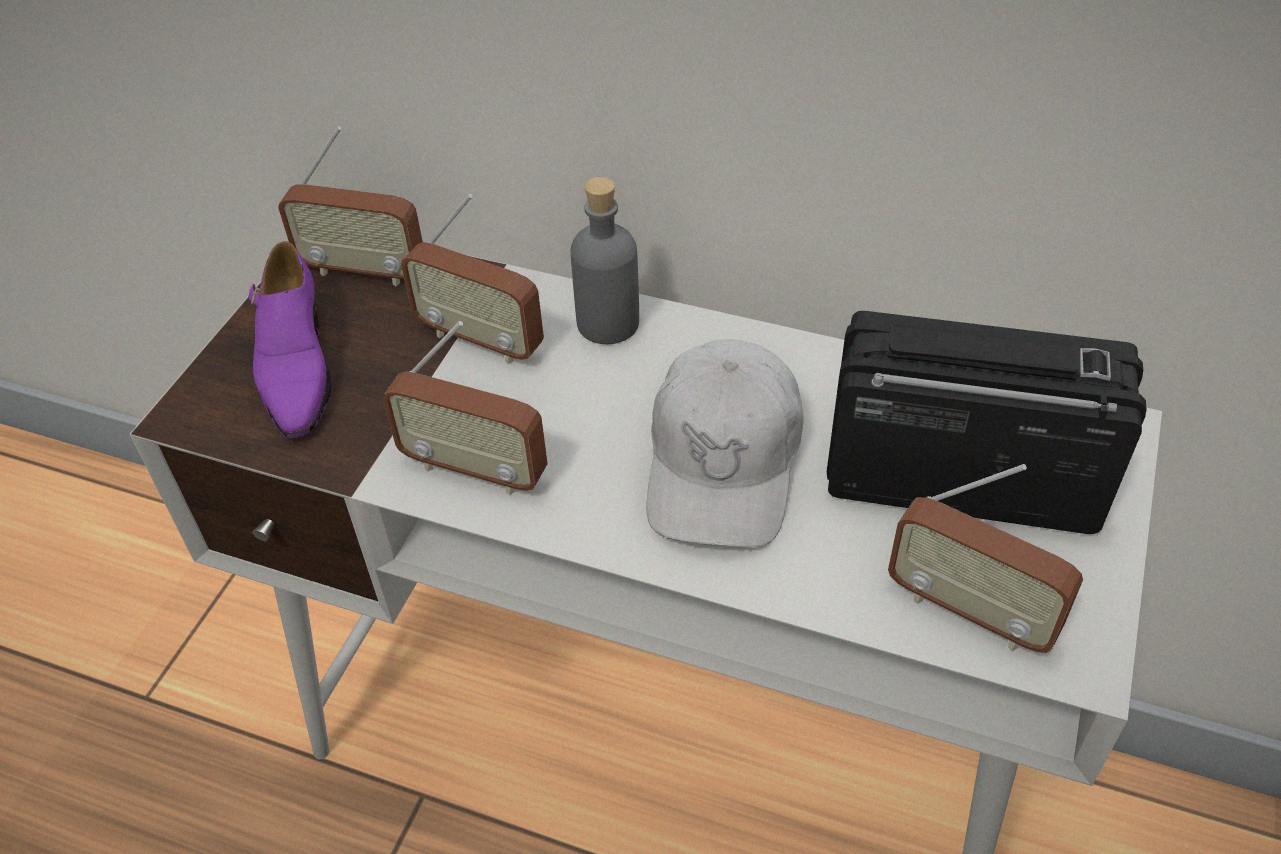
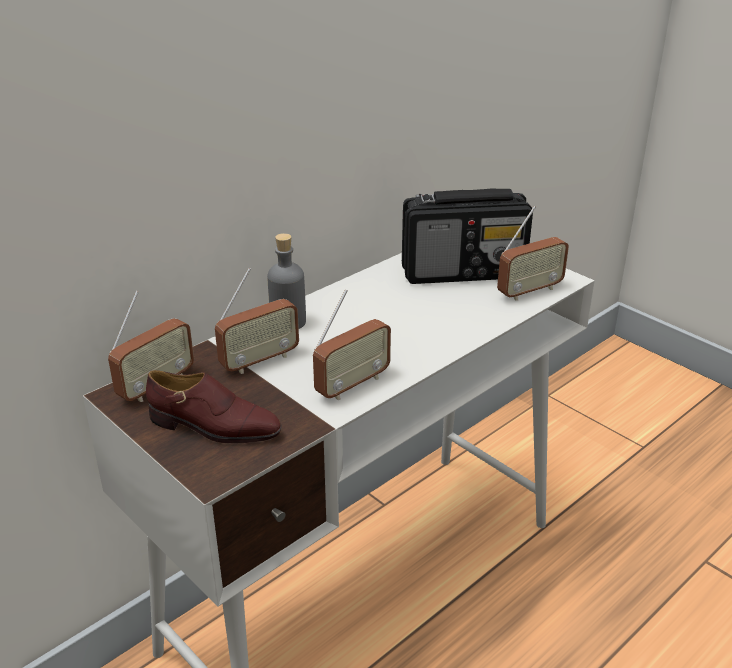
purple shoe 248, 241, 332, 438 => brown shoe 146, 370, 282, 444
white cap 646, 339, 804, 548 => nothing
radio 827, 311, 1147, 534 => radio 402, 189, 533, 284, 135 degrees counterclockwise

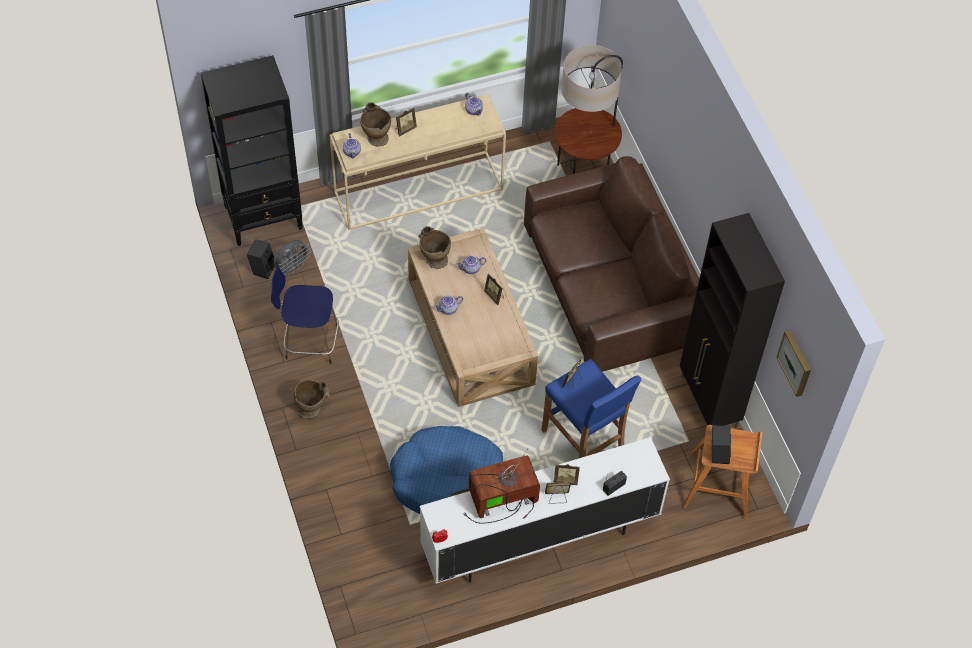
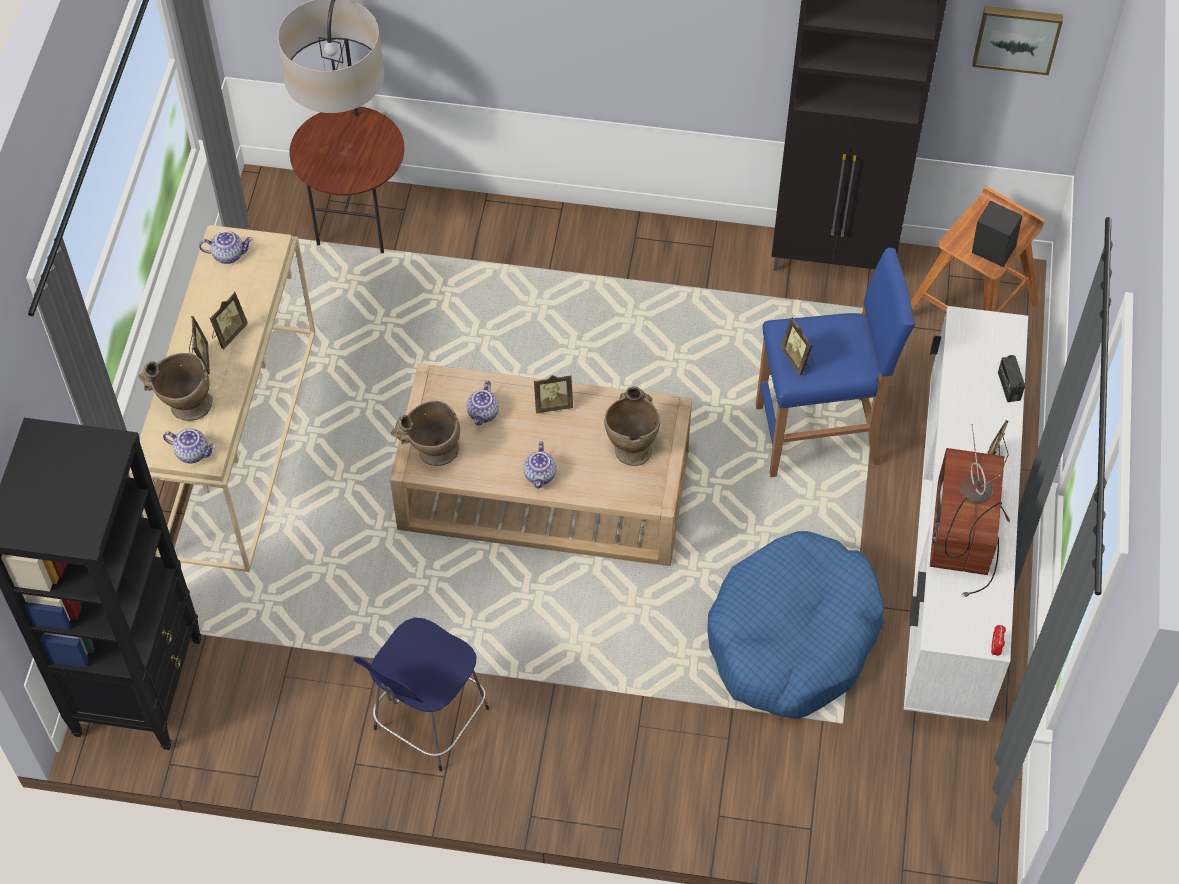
black speaker 247, 239, 275, 279 => nothing
grey fan 274, 240, 311, 276 => nothing
beige vase 294, 380, 332, 419 => beige vase 604, 386, 660, 466, move
brown sofa 524, 156, 699, 372 => nothing
picture frame 554, 464, 580, 485 => picture frame 209, 292, 248, 349, move

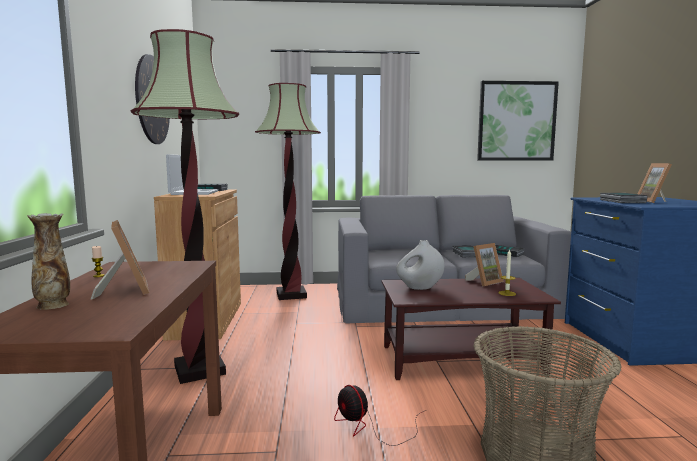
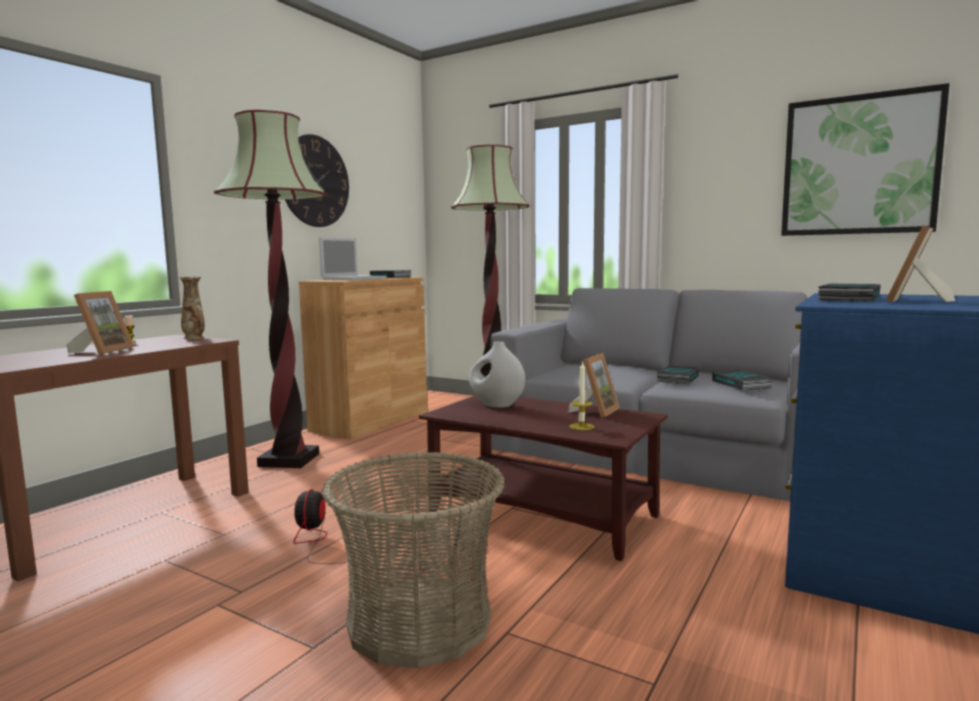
vase 27, 213, 70, 310 => vase 179, 277, 205, 339, move
picture frame 465, 243, 504, 286 => picture frame 568, 353, 620, 418, 60 degrees counterclockwise

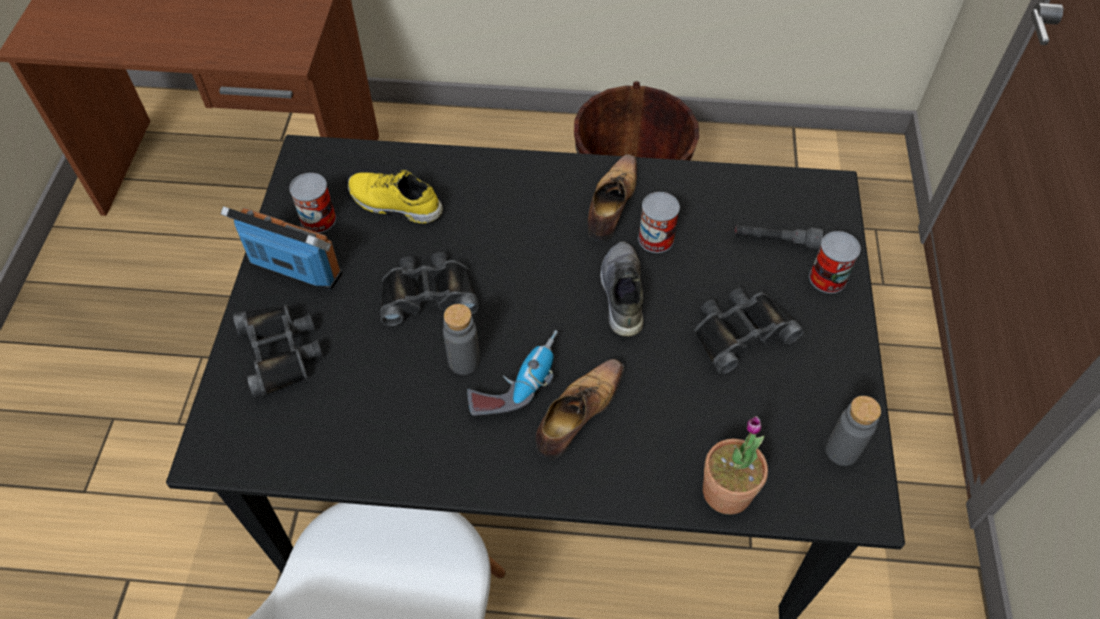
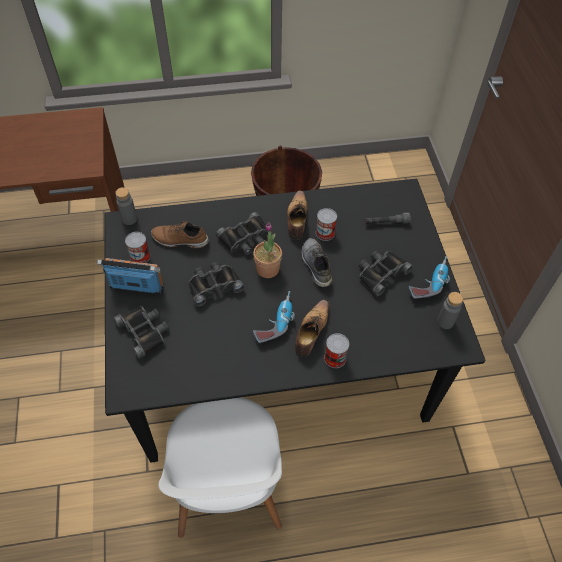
yellow shoe 348, 170, 443, 224 => brown shoe 151, 221, 209, 249
grey bottle 443, 304, 480, 375 => grey bottle 115, 187, 137, 225, move
potted plant 703, 416, 768, 515 => potted plant 253, 222, 282, 278, move
can 809, 231, 861, 293 => can 324, 333, 349, 368, move
nothing => black binoculars 216, 212, 268, 255
nothing => power drill 409, 256, 450, 299

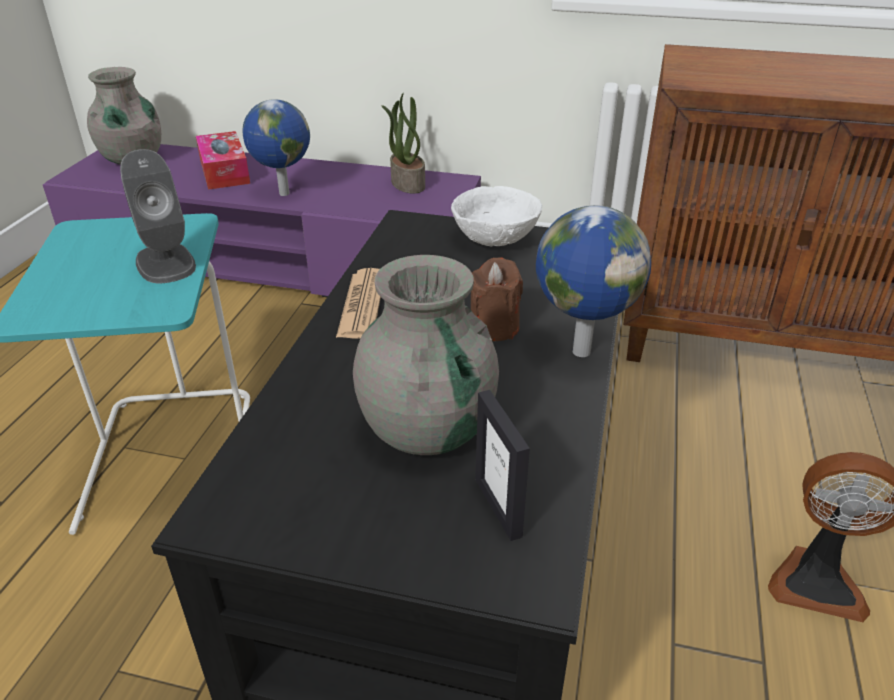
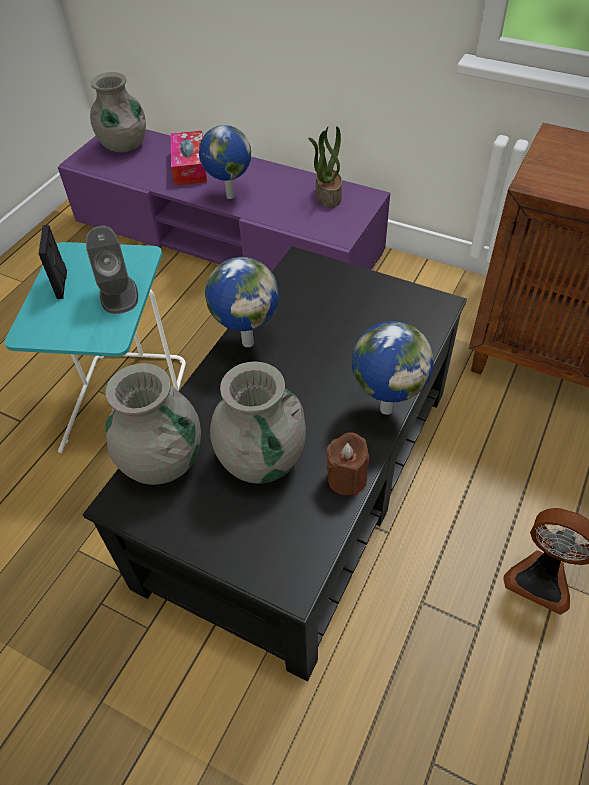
newspaper 336, 268, 381, 339 => globe 205, 257, 279, 347
white bowl 451, 186, 542, 246 => nothing
brown candle 471, 257, 523, 341 => brown candle 327, 432, 370, 495, move
picture frame 475, 390, 530, 541 => picture frame 38, 225, 67, 299, move
nothing => grey vase 106, 363, 201, 485

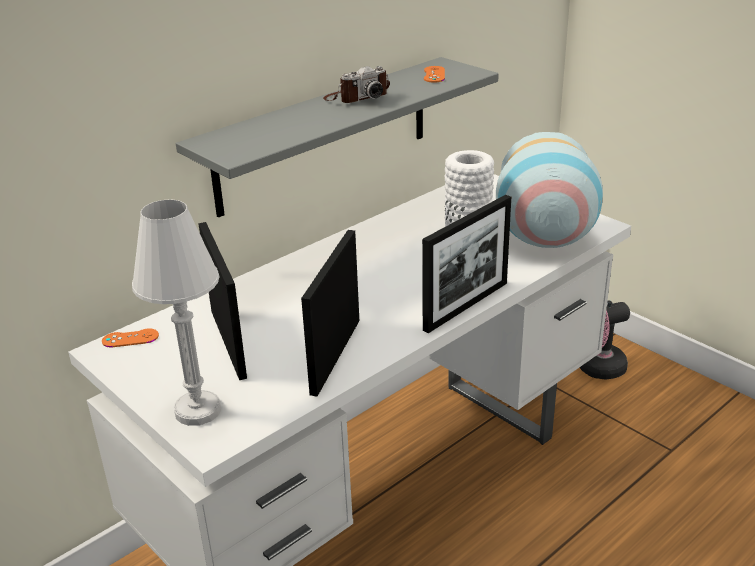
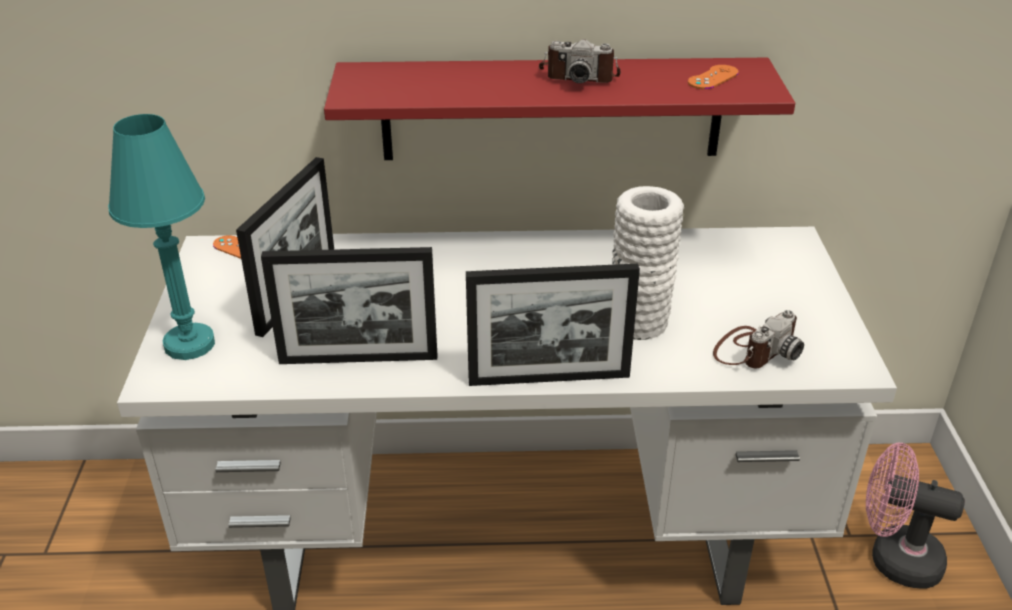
white table lamp 132, 200, 221, 426 => turquoise table lamp 108, 114, 215, 360
grey shelf 176, 57, 499, 218 => red shelf 324, 58, 795, 160
picture frame 301, 230, 359, 397 => picture frame 261, 247, 437, 364, 150 degrees counterclockwise
vase 496, 132, 603, 248 => photo camera 713, 310, 804, 369

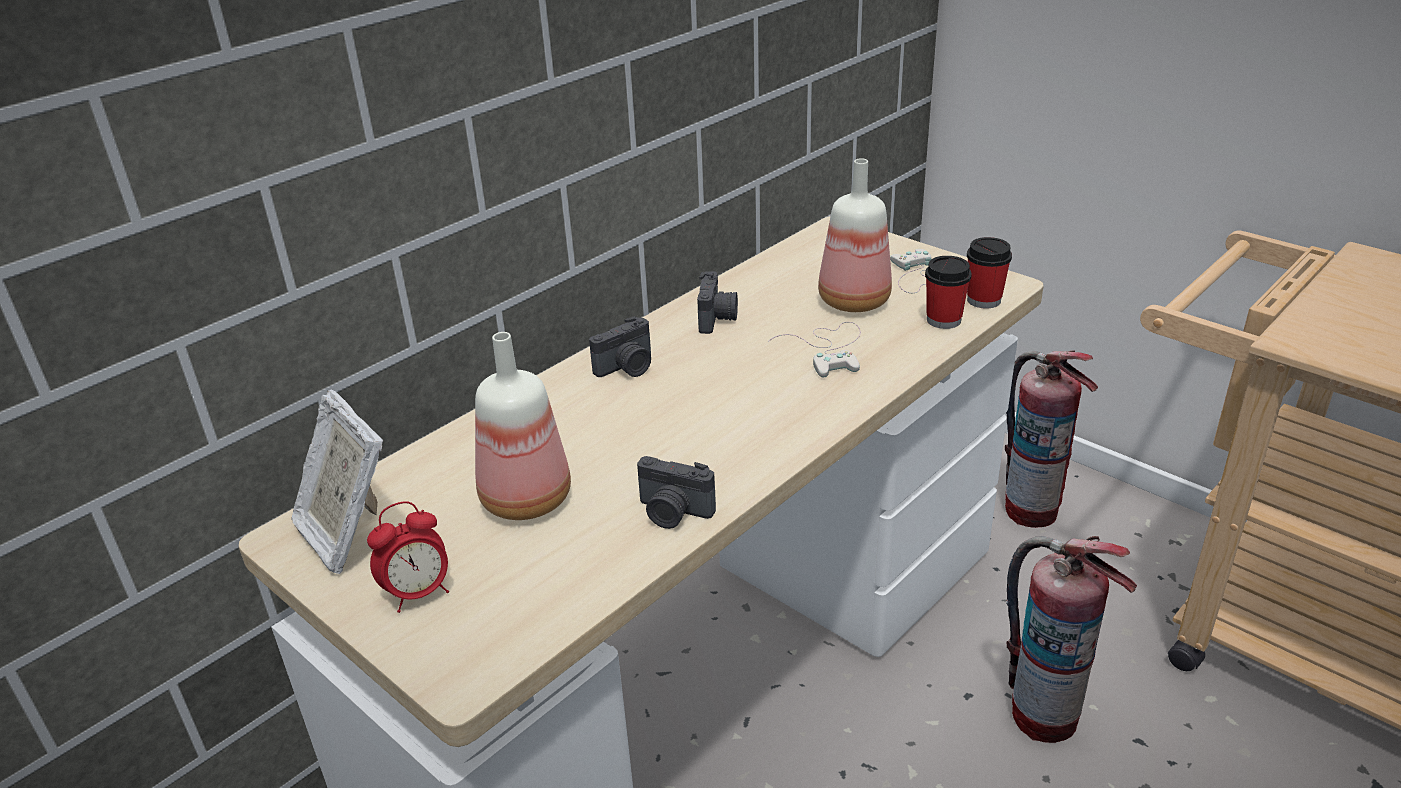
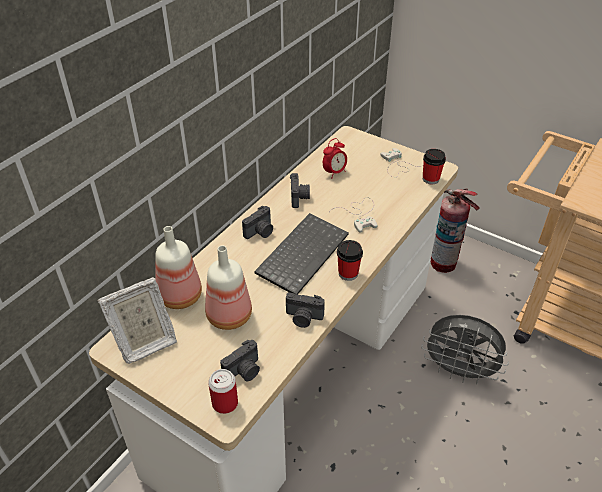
picture frame 291, 390, 383, 574 => picture frame 98, 277, 177, 364, 75 degrees counterclockwise
alarm clock 367, 501, 449, 613 => alarm clock 323, 138, 347, 177, move
bottle 818, 158, 892, 312 => bottle 155, 226, 202, 309, move
cup 925, 256, 972, 329 => cup 337, 240, 363, 281, move
fire extinguisher 1006, 536, 1137, 743 => grey fan 421, 315, 509, 385
nothing => can 208, 369, 238, 414
nothing => photo camera 220, 340, 260, 381
nothing => keyboard 254, 213, 349, 295

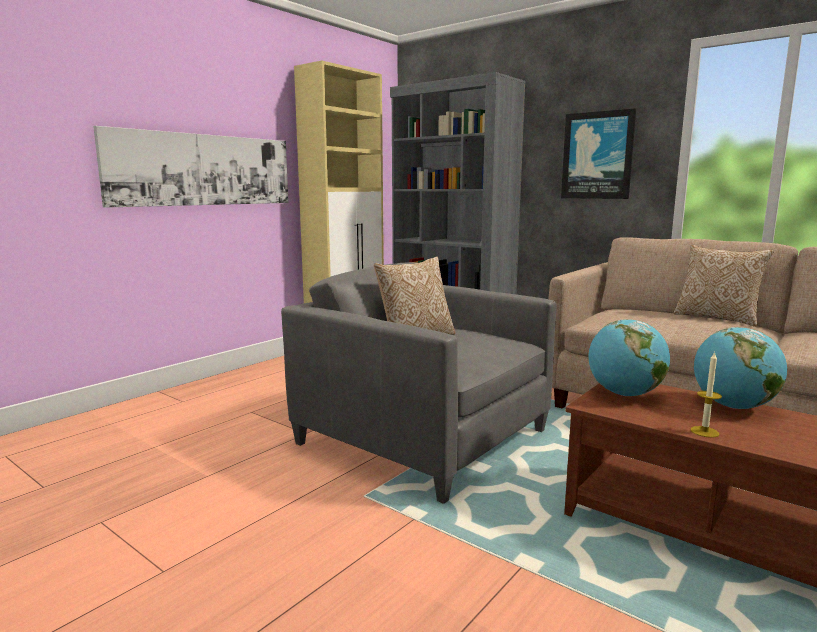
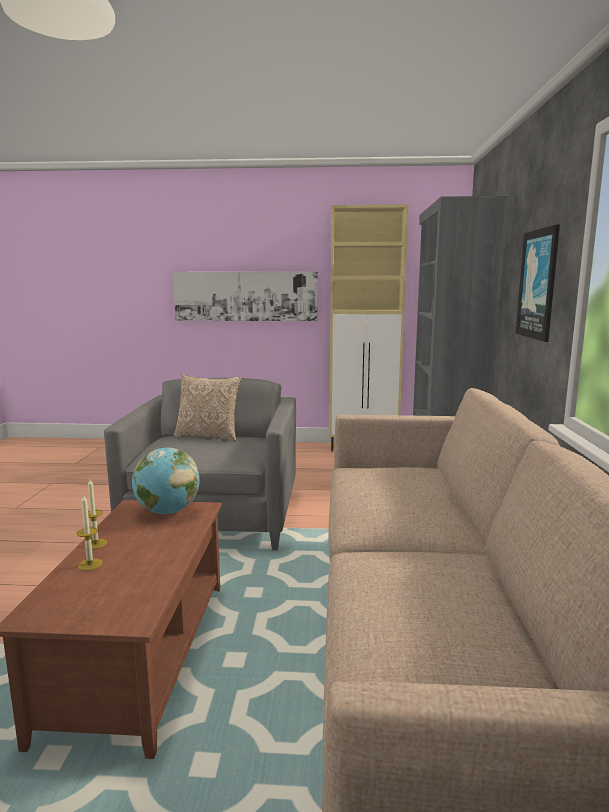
pillow 673, 245, 774, 327 => nothing
globe 694, 327, 787, 409 => nothing
nothing => candle 77, 494, 102, 571

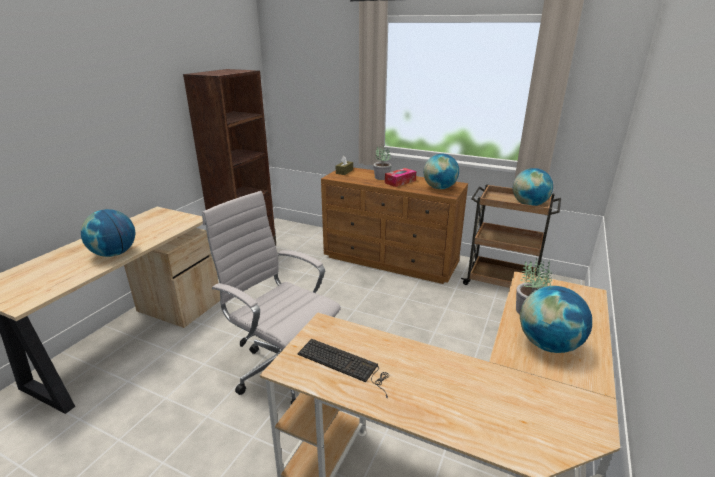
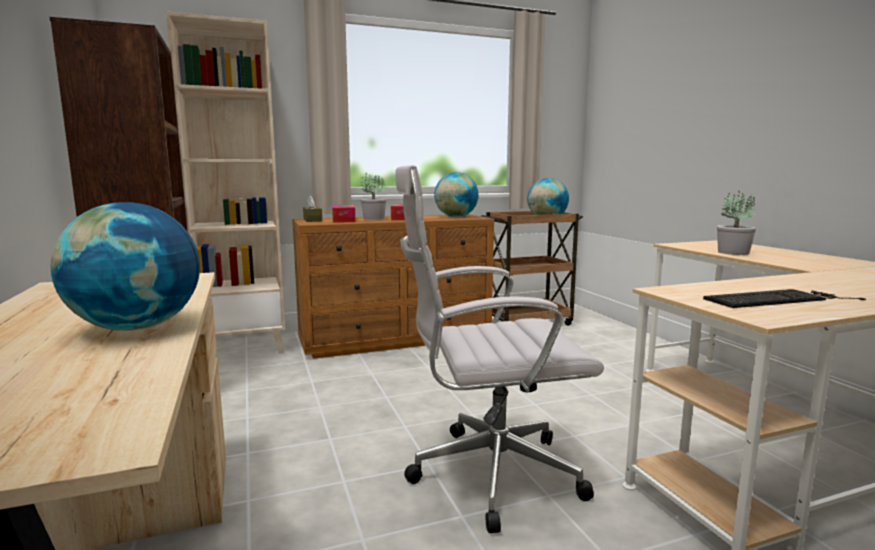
globe 520, 286, 592, 353 => nothing
nothing => beige bookcase 166, 11, 285, 354
nothing => tissue box 332, 205, 356, 223

